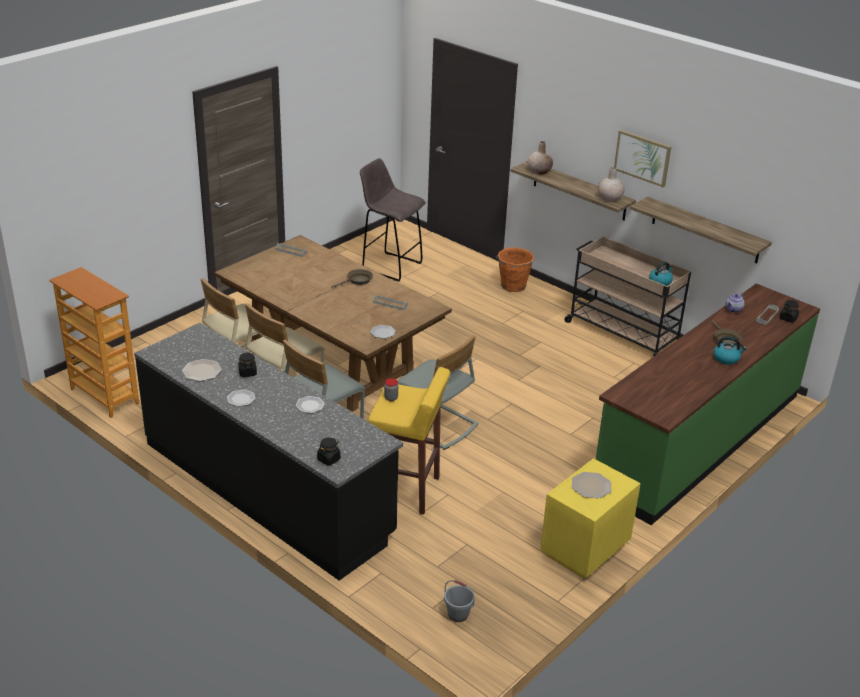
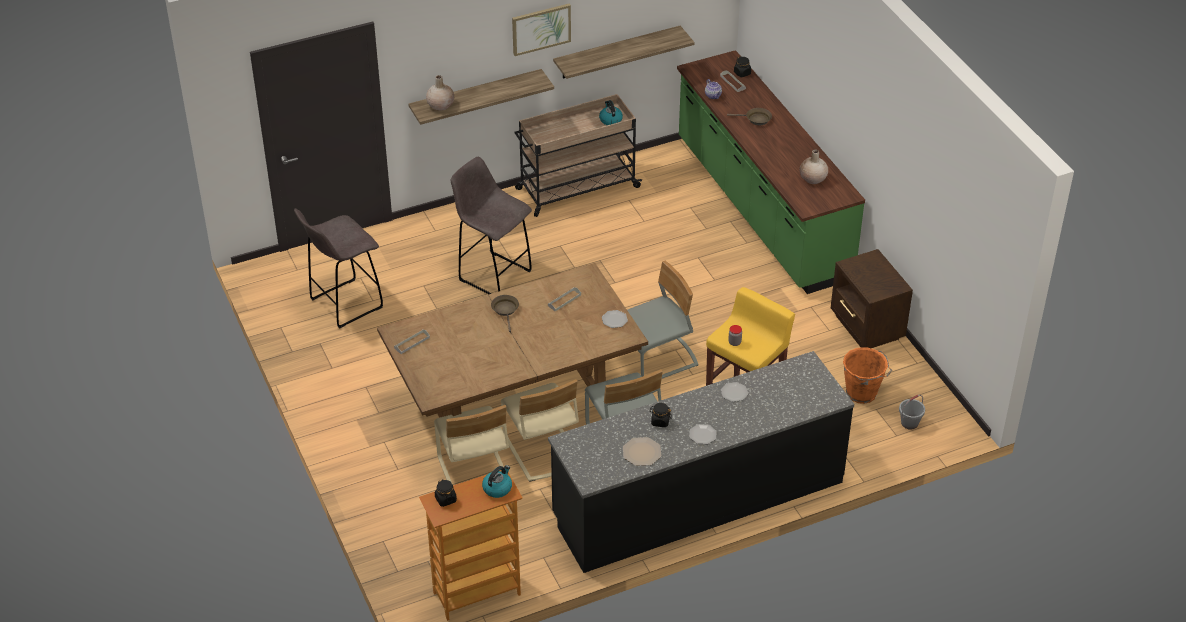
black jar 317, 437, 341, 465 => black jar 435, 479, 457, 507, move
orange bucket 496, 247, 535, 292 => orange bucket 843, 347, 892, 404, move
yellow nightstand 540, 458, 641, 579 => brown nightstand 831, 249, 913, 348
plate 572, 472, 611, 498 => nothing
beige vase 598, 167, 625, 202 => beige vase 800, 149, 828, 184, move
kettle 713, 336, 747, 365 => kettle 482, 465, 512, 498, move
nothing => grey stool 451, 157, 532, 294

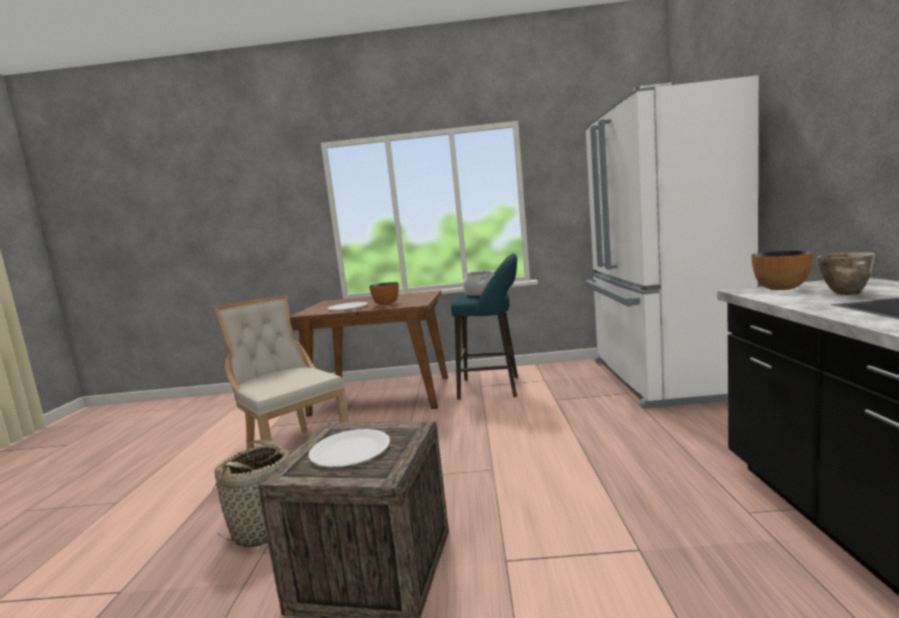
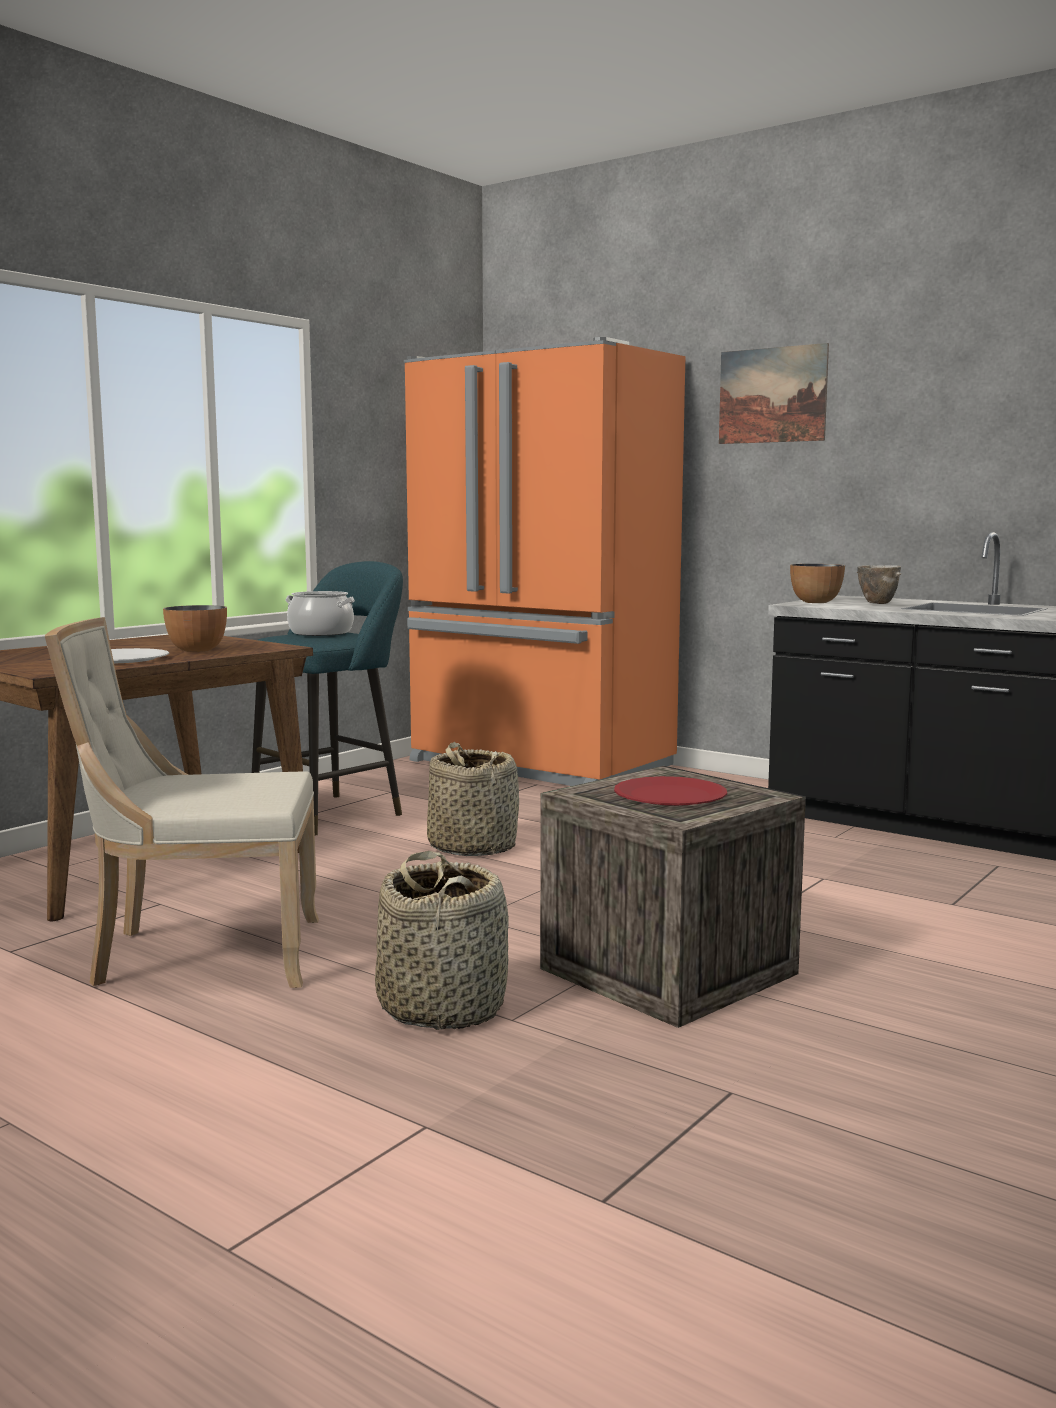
white plate 308, 429, 390, 467 => red plate 614, 776, 727, 806
white fridge 585, 75, 759, 409 => orange fridge 404, 337, 685, 786
nothing => basket 427, 742, 519, 856
nothing => picture 719, 343, 829, 444

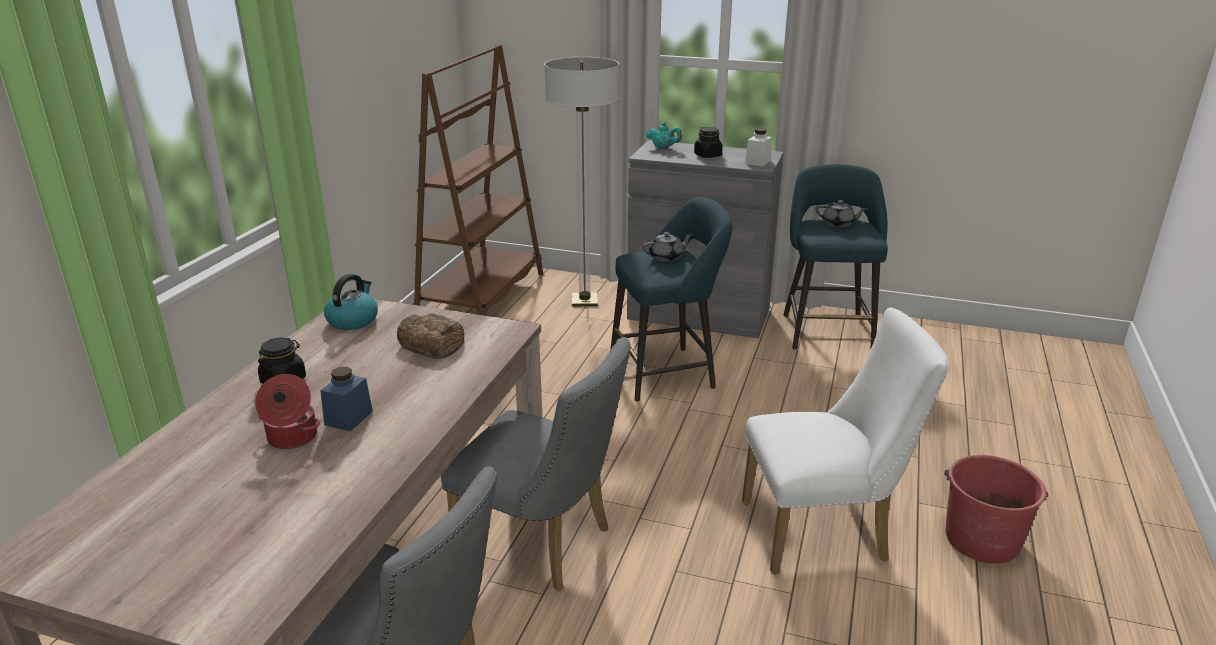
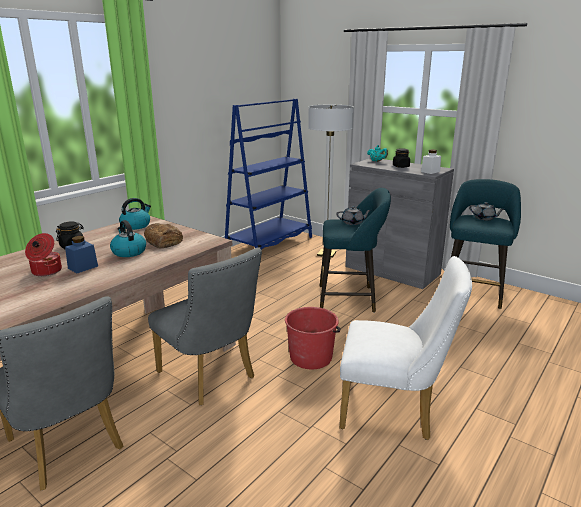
brown bookcase 413, 45, 543, 316 => blue bookcase 225, 99, 312, 250
red bucket 944, 455, 1048, 564 => red bucket 285, 307, 340, 369, move
nothing => kettle 110, 220, 146, 257

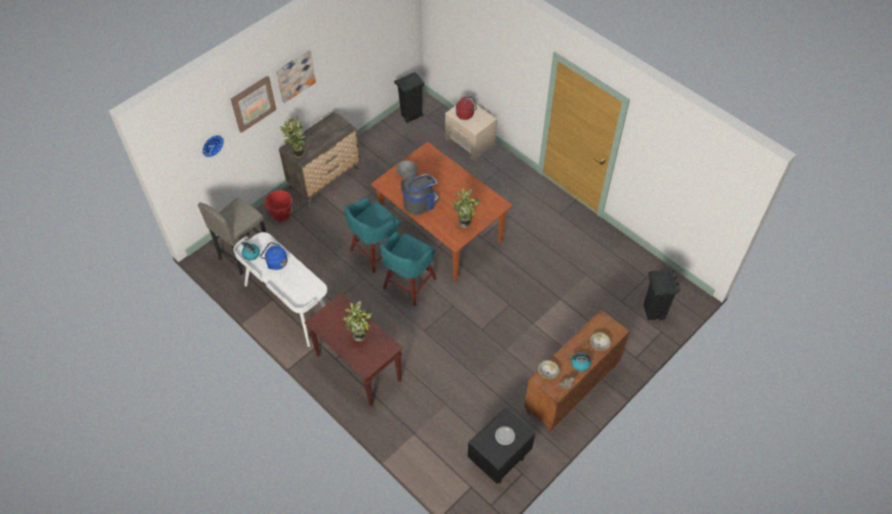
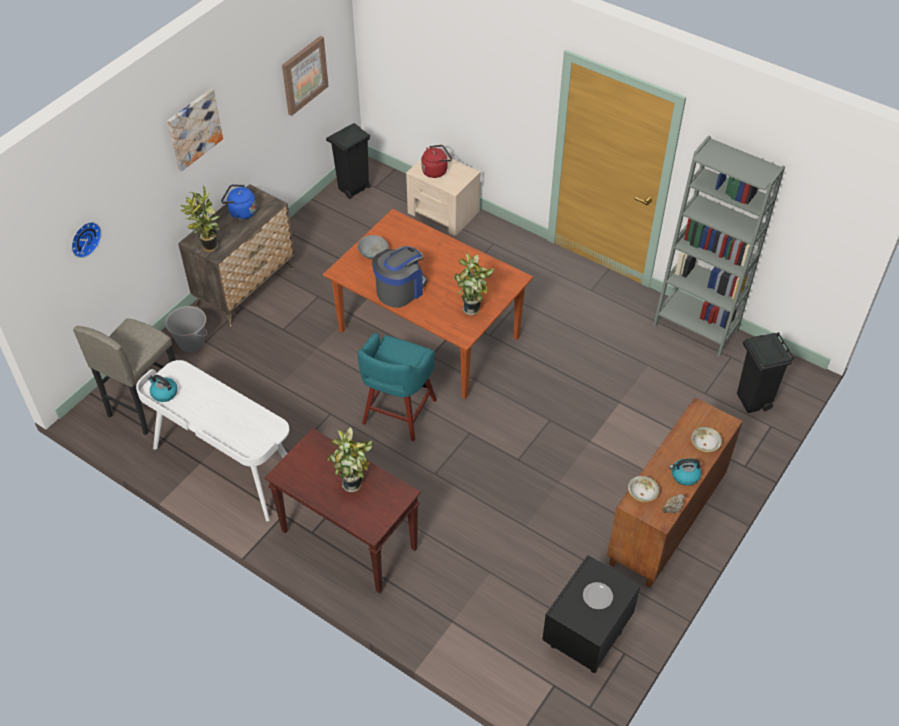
picture 231, 76, 276, 133 => picture 282, 36, 329, 116, move
blue kettle 260, 242, 288, 270 => blue kettle 221, 184, 257, 220, move
red bucket 265, 190, 292, 221 => grey bucket 165, 306, 207, 352
turquoise stool 344, 197, 400, 273 => nothing
nothing => grey bookcase 653, 135, 785, 357

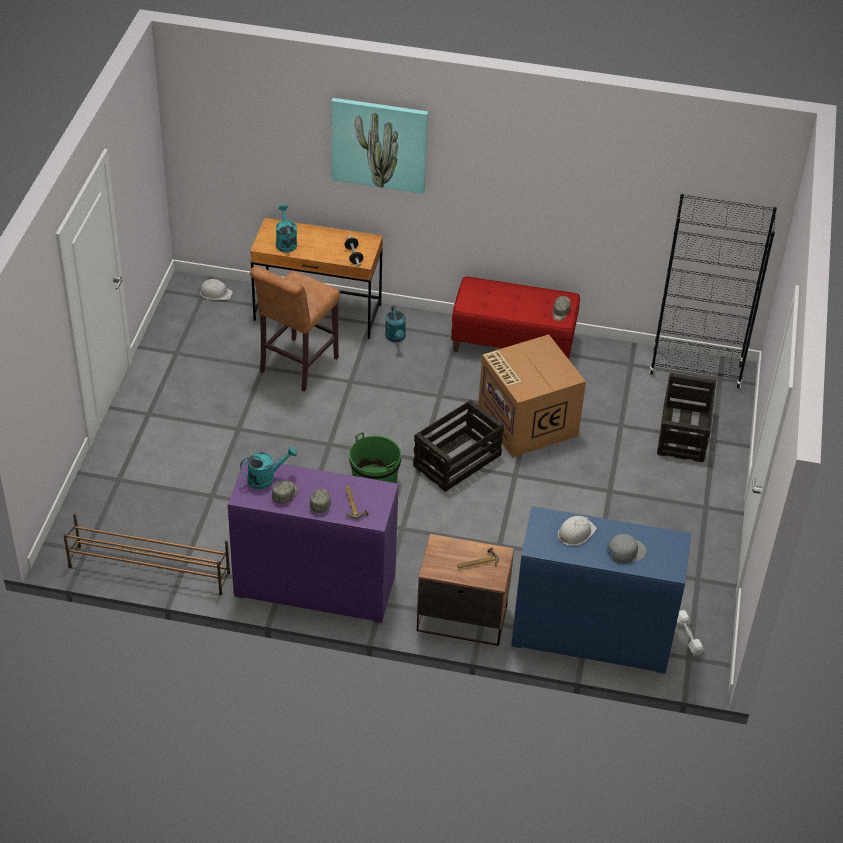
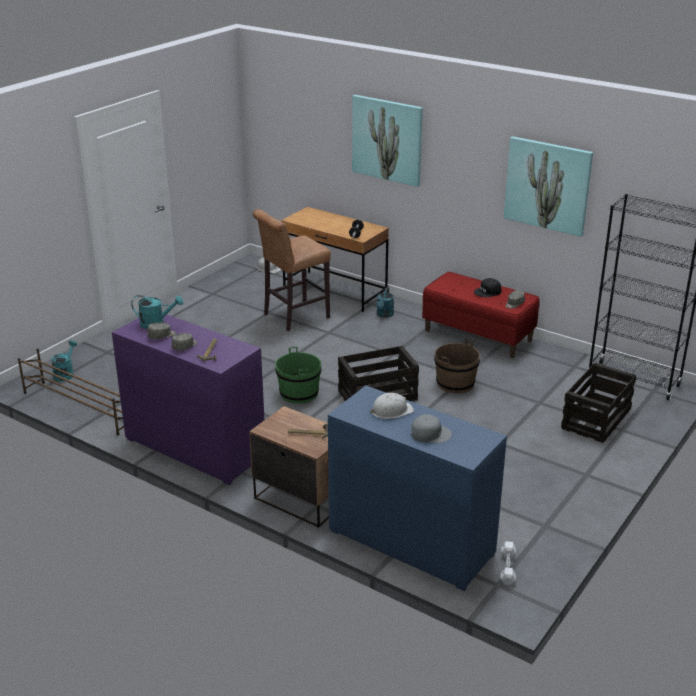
turquoise watering can 276, 204, 297, 252 => turquoise watering can 51, 340, 77, 382, move
cardboard box 478, 334, 586, 458 => brown bucket 434, 339, 480, 393
nothing => black cap 474, 278, 502, 297
nothing => picture 504, 136, 593, 237

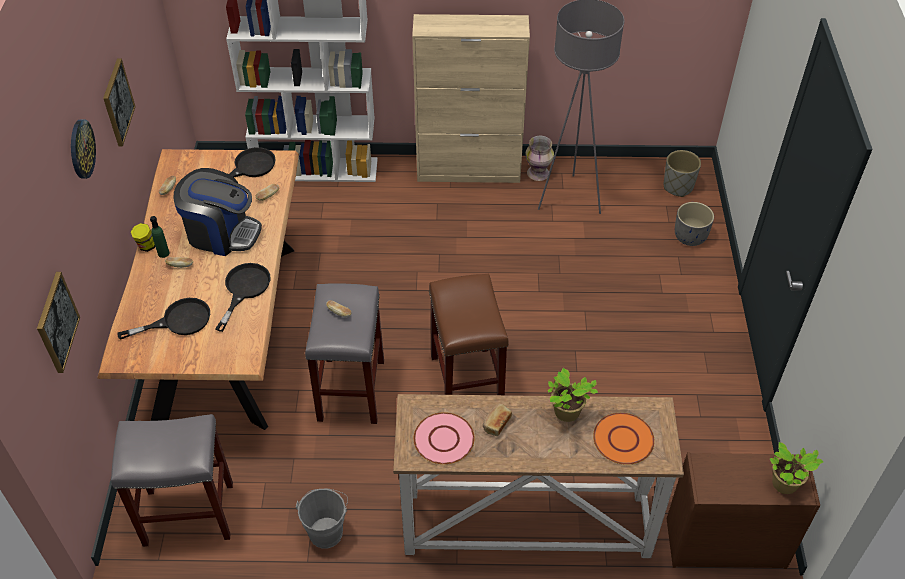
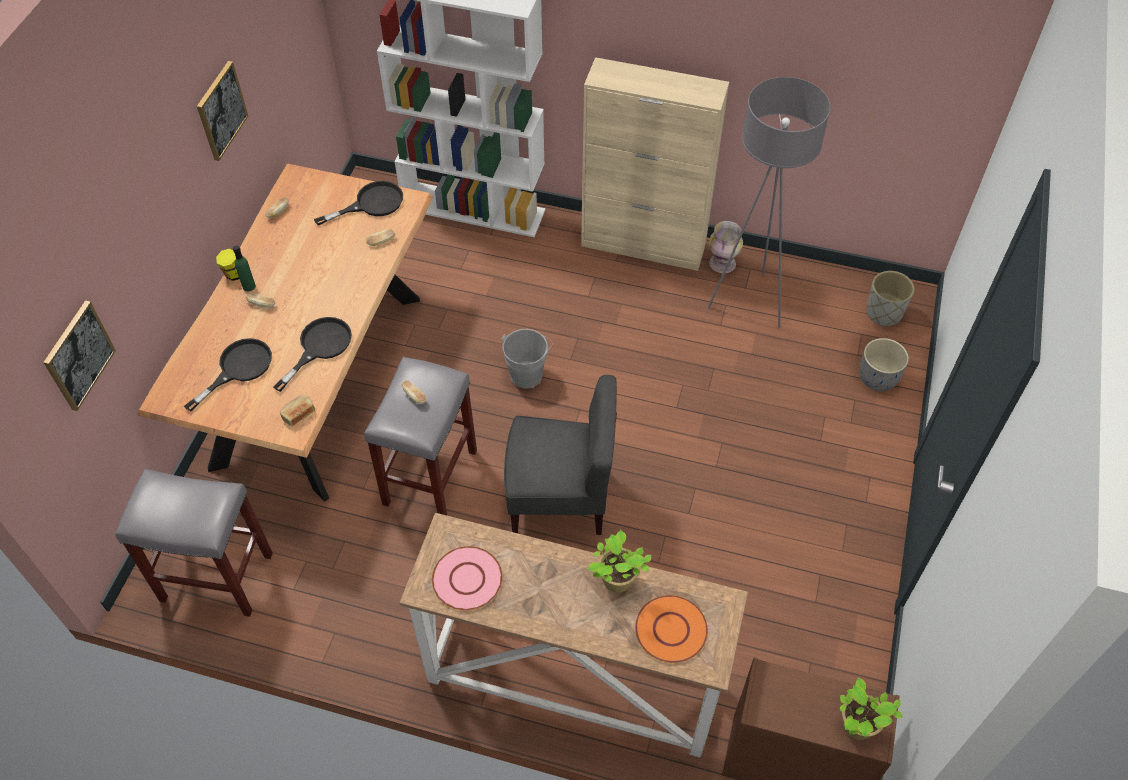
wall clock 71, 119, 96, 179 => nothing
black frying pan 117, 298, 210, 339 => black frying pan 184, 338, 272, 411, 45 degrees counterclockwise
coffee machine 173, 168, 262, 256 => nothing
grey bucket 296, 489, 348, 549 => grey bucket 502, 329, 553, 388, move
brown stool 429, 274, 509, 395 => grey chair 504, 375, 617, 535
bread 483, 404, 512, 436 => bread 280, 395, 315, 426, move

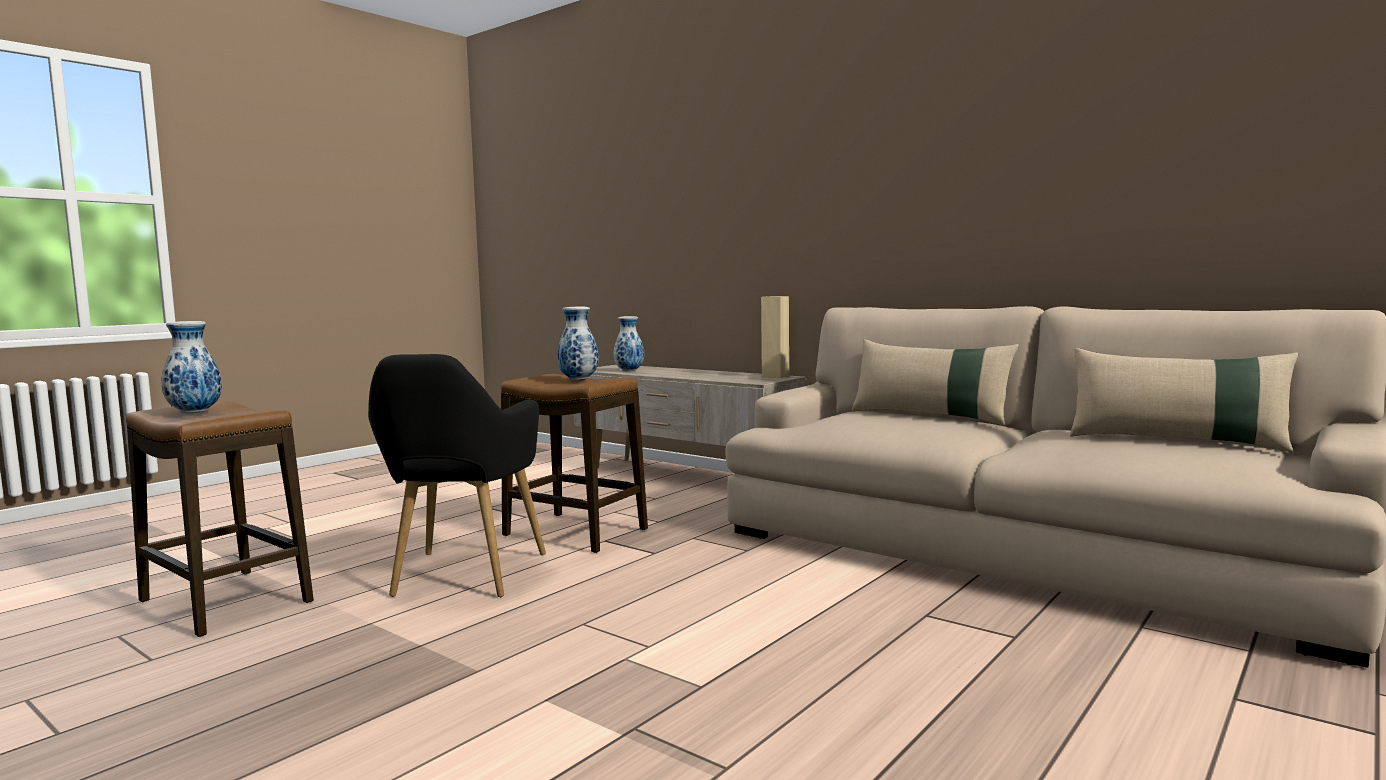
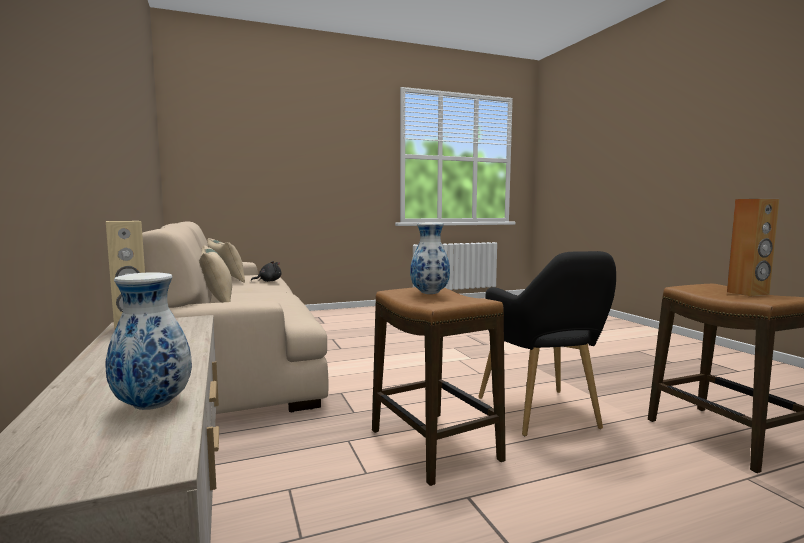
vase 161, 321, 222, 413 => brown speaker 727, 199, 779, 296
black armchair 368, 354, 546, 598 => black armchair 478, 251, 616, 436, 135 degrees clockwise
nothing => black plush toy 251, 261, 282, 282

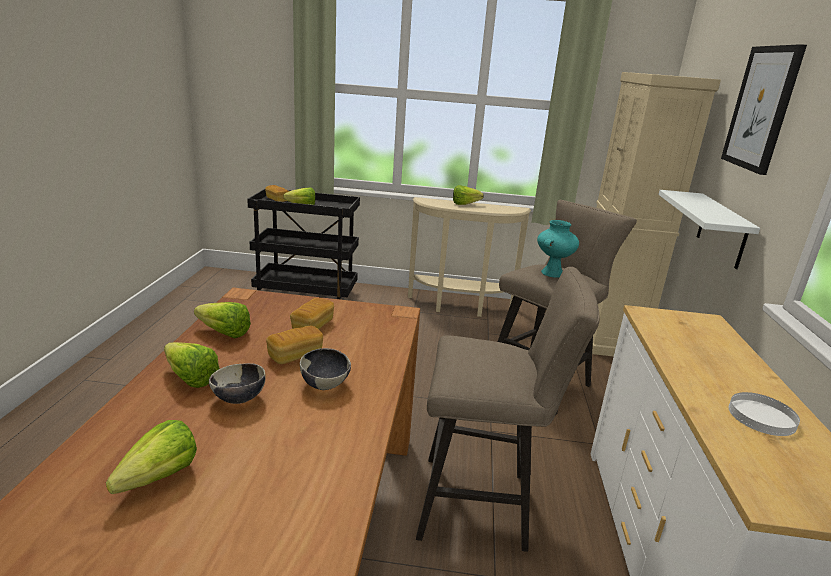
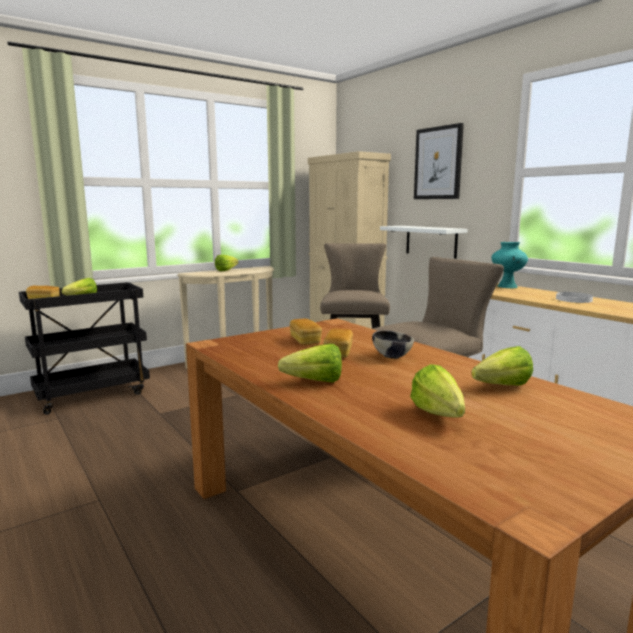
lettuce 194, 302, 251, 338 => lettuce 472, 346, 533, 386, move
bowl 209, 363, 265, 404 => nothing
turquoise vase 537, 220, 579, 278 => turquoise vase 491, 242, 528, 288, move

